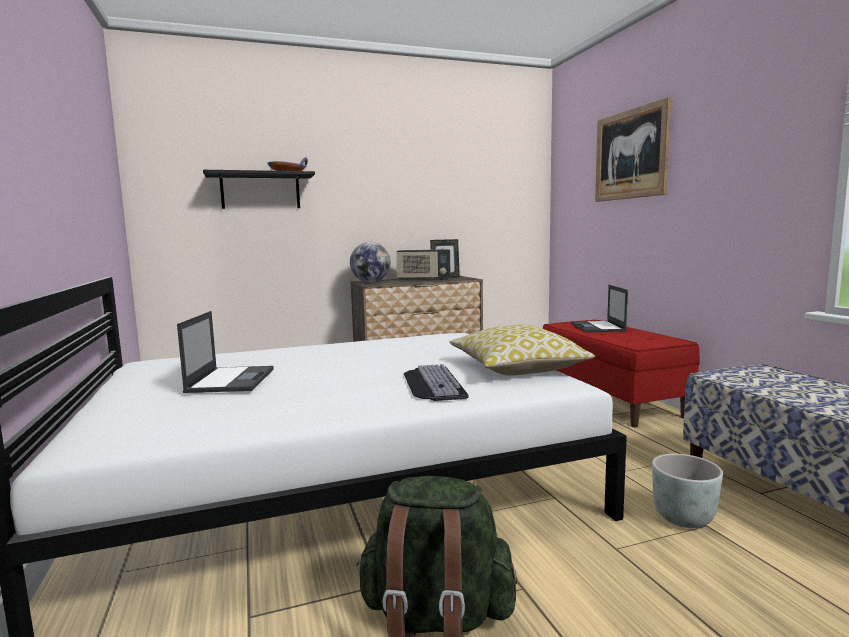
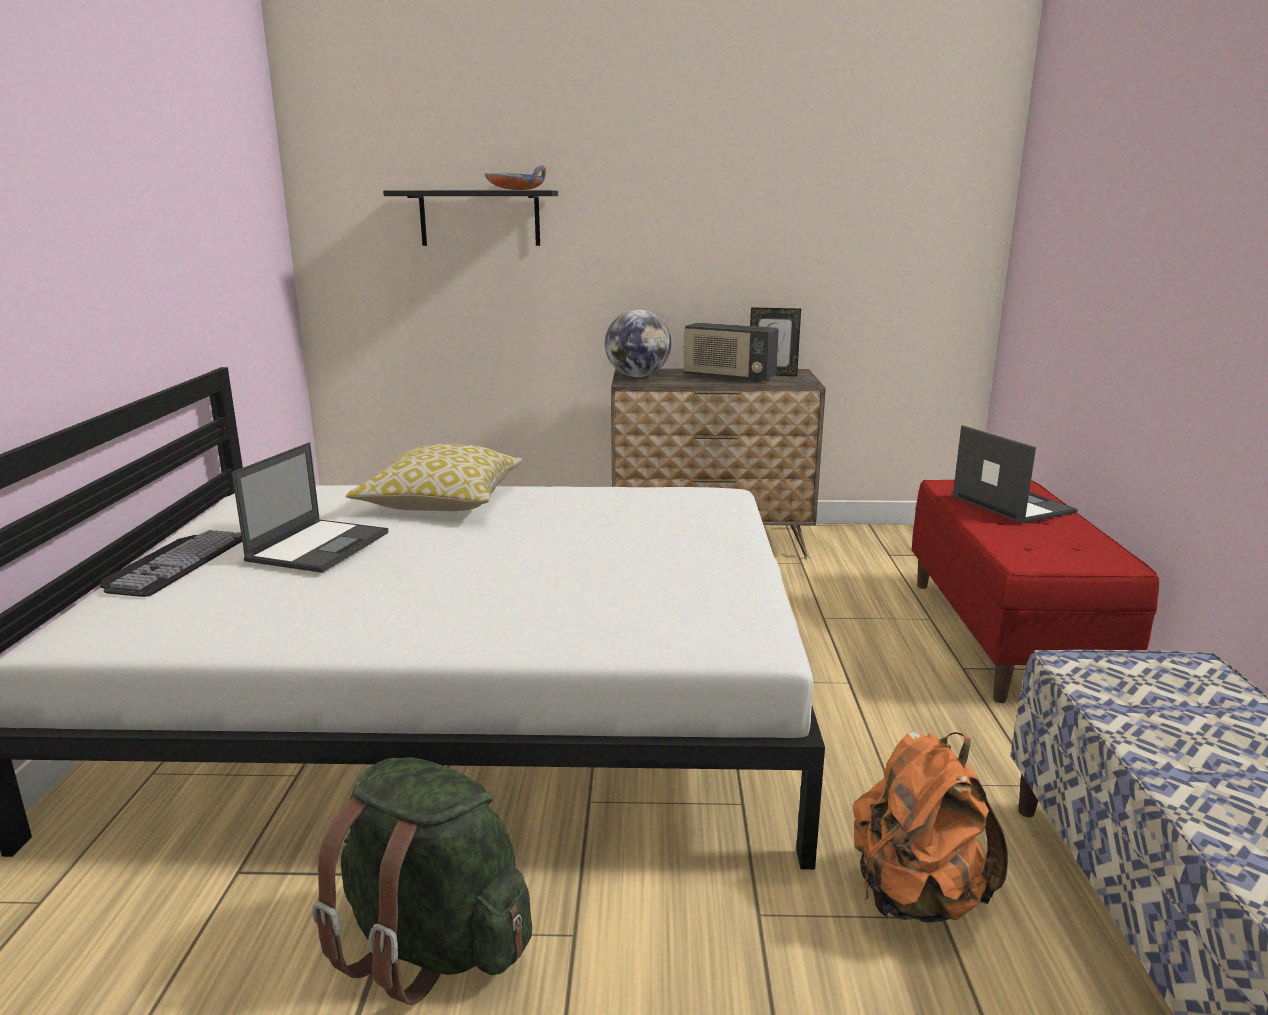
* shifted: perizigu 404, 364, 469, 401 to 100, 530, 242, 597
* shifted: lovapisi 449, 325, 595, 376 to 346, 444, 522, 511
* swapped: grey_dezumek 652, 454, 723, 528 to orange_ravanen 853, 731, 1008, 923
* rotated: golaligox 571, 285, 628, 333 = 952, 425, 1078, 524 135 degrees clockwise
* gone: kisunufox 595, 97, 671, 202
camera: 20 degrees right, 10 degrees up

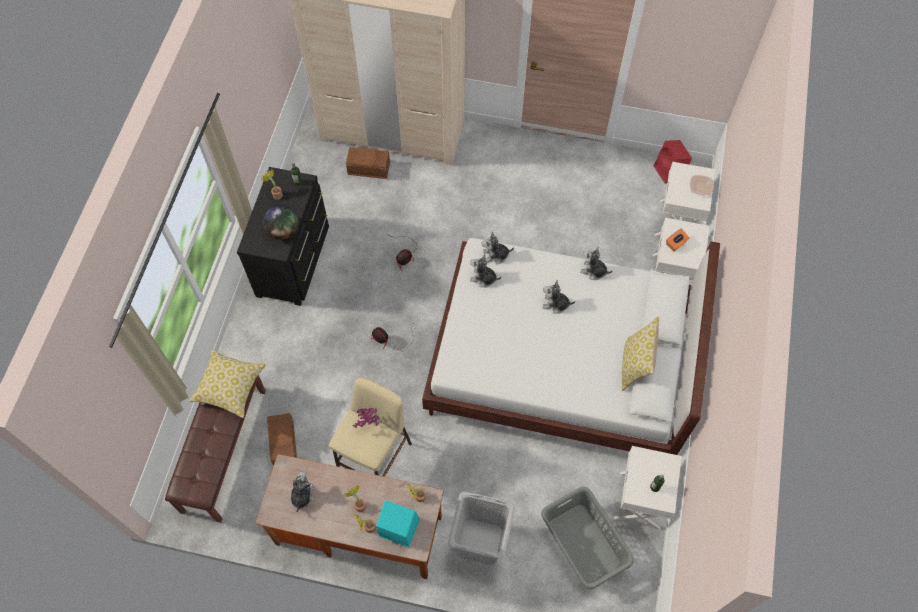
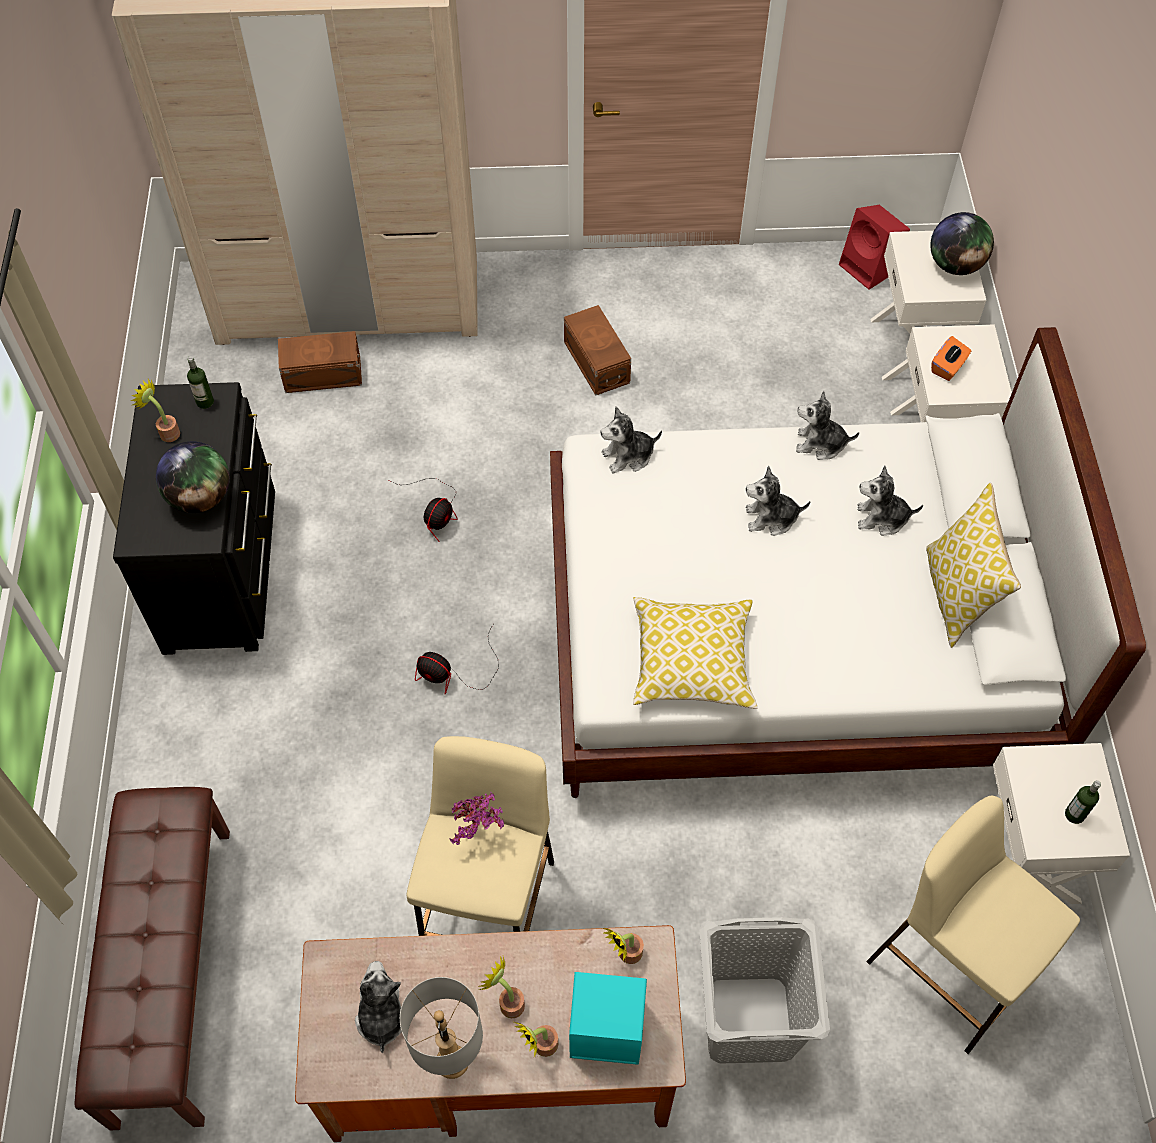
* new: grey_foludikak 400, 977, 483, 1079
* shifted: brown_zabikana 267, 413, 297, 466 to 564, 305, 631, 395
* shifted: lovapisi 189, 349, 266, 418 to 633, 597, 758, 709
* shifted: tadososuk 470, 254, 501, 288 to 858, 466, 923, 536
* swapped: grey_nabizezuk 541, 486, 634, 589 to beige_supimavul 866, 796, 1080, 1054
* swapped: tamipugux 690, 175, 714, 195 to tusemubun 930, 212, 994, 275
camera: 15 degrees left, 5 degrees down

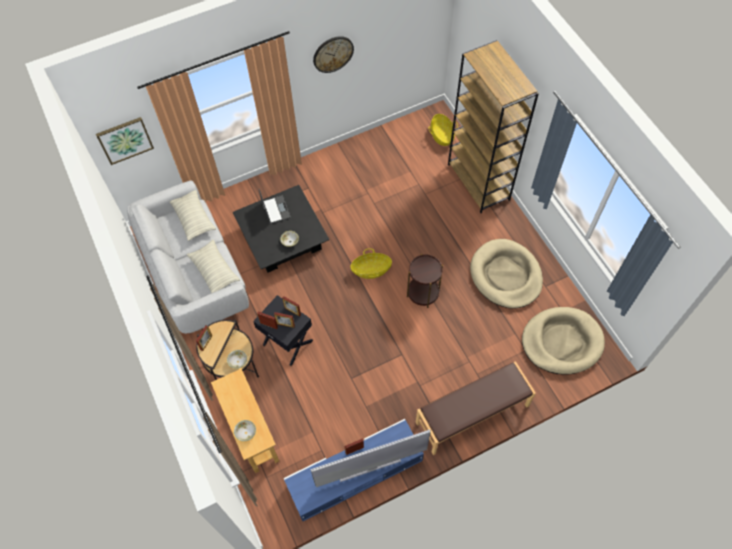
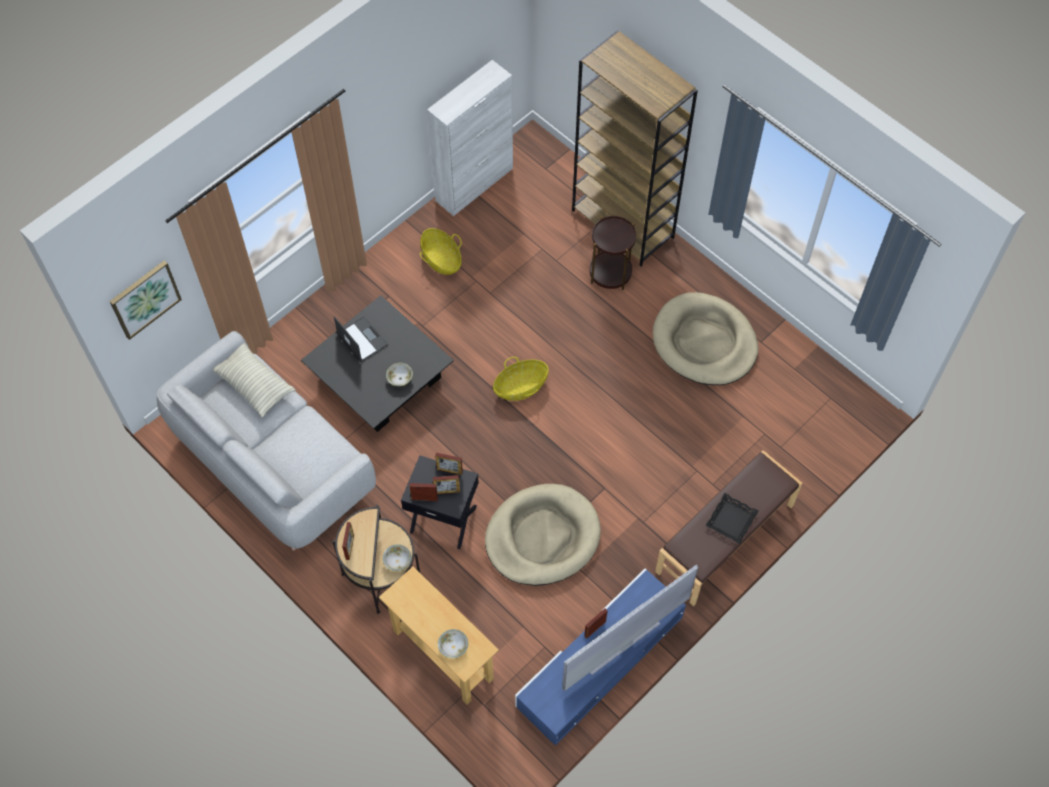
* shifted: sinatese 428, 114, 458, 146 to 420, 228, 462, 275
* new: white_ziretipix 427, 60, 513, 216
* shifted: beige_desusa 522, 307, 605, 375 to 485, 484, 601, 586
* shifted: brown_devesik 407, 254, 443, 308 to 590, 216, 636, 290
* new: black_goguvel 705, 493, 759, 544
* gone: lovapisi 186, 240, 240, 293
* gone: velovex 313, 36, 354, 73
camera: 20 degrees left, 0 degrees up

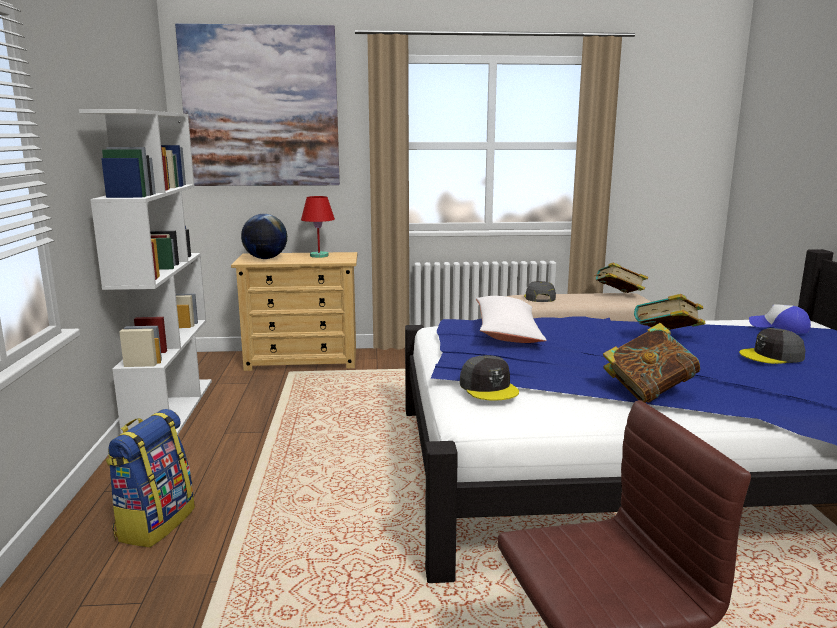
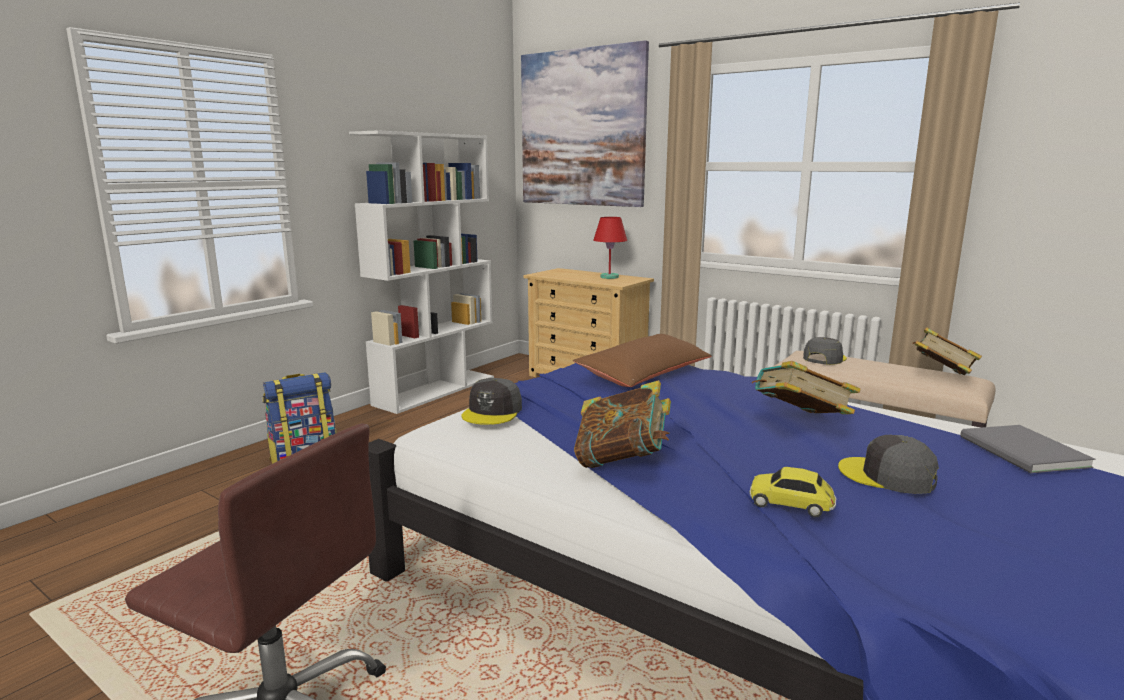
* repainted: white_lovapisi 476, 296, 547, 343 to brown_lovapisi 573, 334, 712, 387
* new: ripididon 750, 467, 836, 517
* swapped: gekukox 749, 304, 811, 333 to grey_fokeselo 960, 425, 1095, 473
* gone: tusemubun 241, 214, 287, 259
camera: 40 degrees right, 0 degrees up

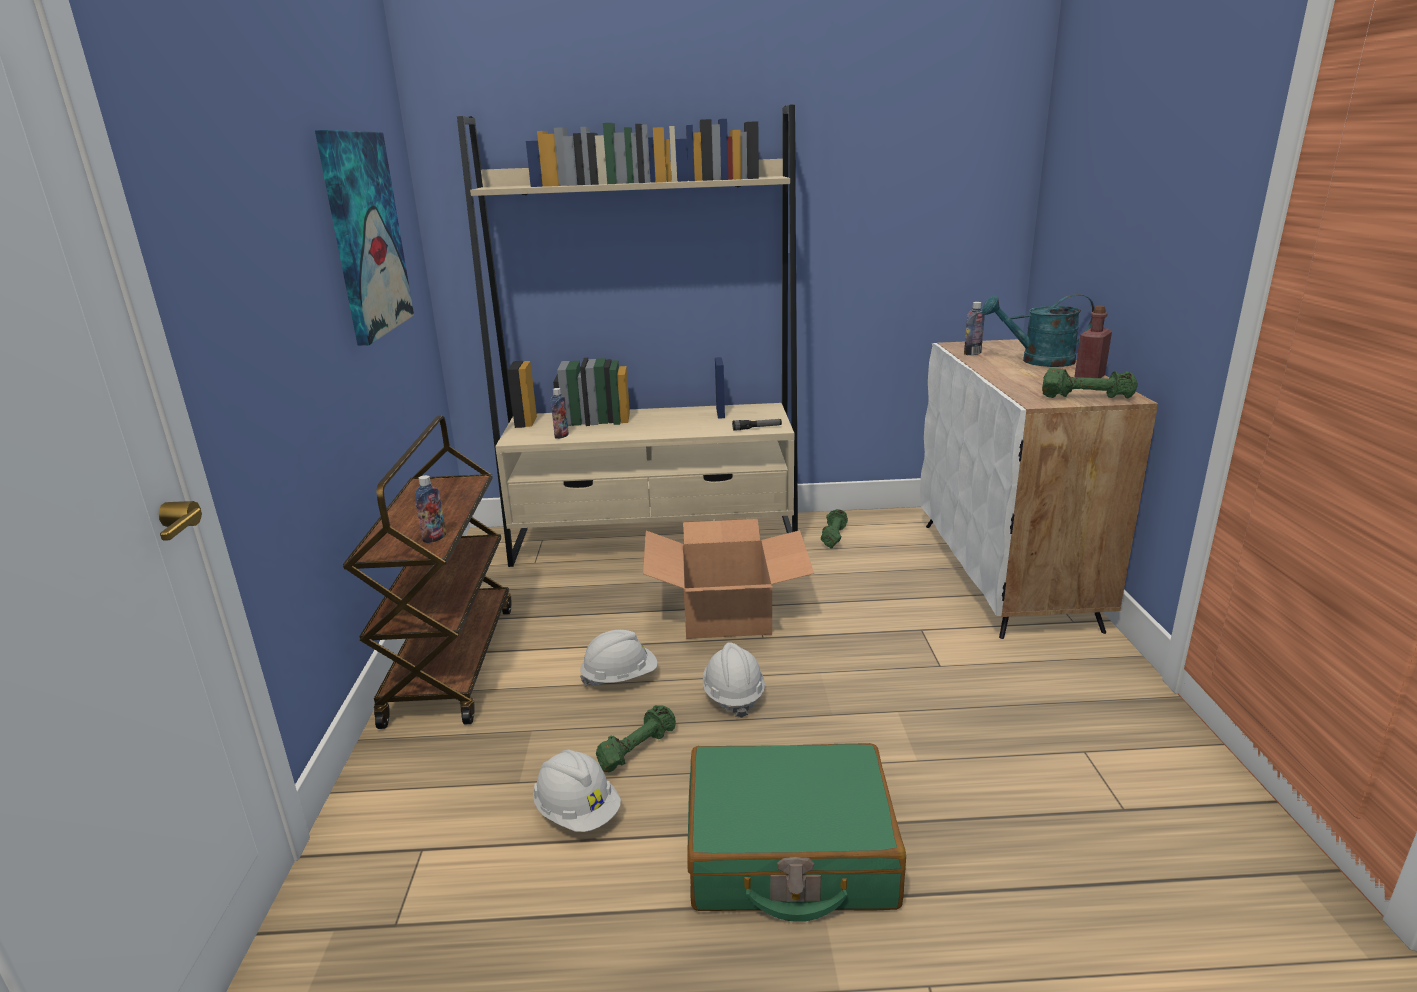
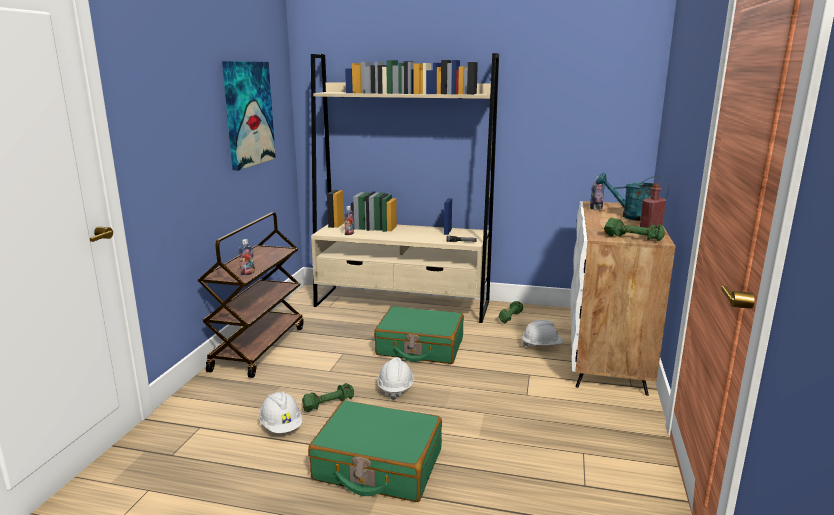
* swapped: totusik 643, 519, 814, 639 to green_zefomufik 374, 306, 464, 364
* shifted: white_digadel 580, 630, 657, 687 to 522, 320, 563, 347
camera: 15 degrees right, 5 degrees down

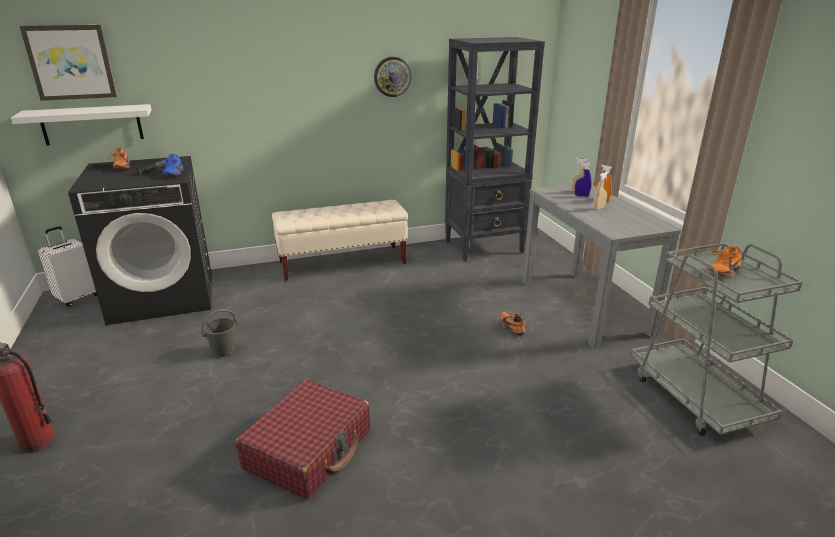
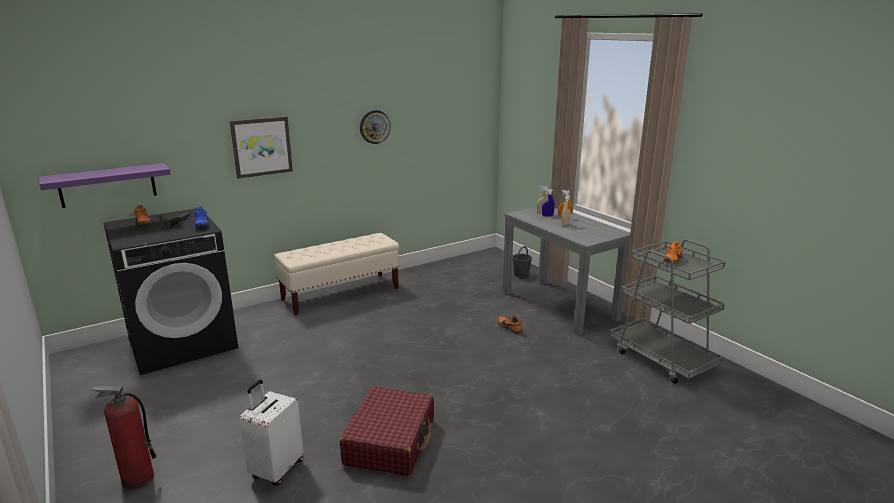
* repainted: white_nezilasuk 11, 104, 152, 145 to purple_nezilasuk 39, 163, 171, 208
* shifted: kisunufox 20, 25, 117, 101 to 230, 116, 293, 178
* shifted: white_zefomufik 38, 226, 97, 307 to 239, 380, 304, 486
* shifted: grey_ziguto 201, 309, 237, 357 to 512, 246, 532, 278
* gone: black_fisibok 445, 37, 545, 261
camera: 15 degrees left, 5 degrees down

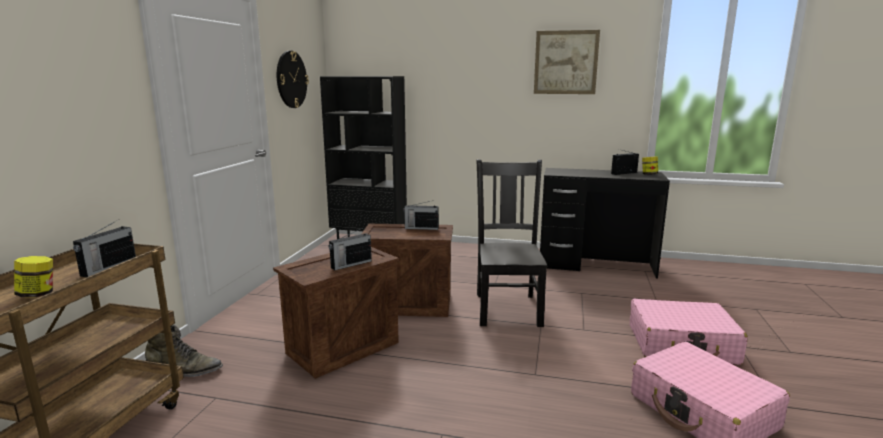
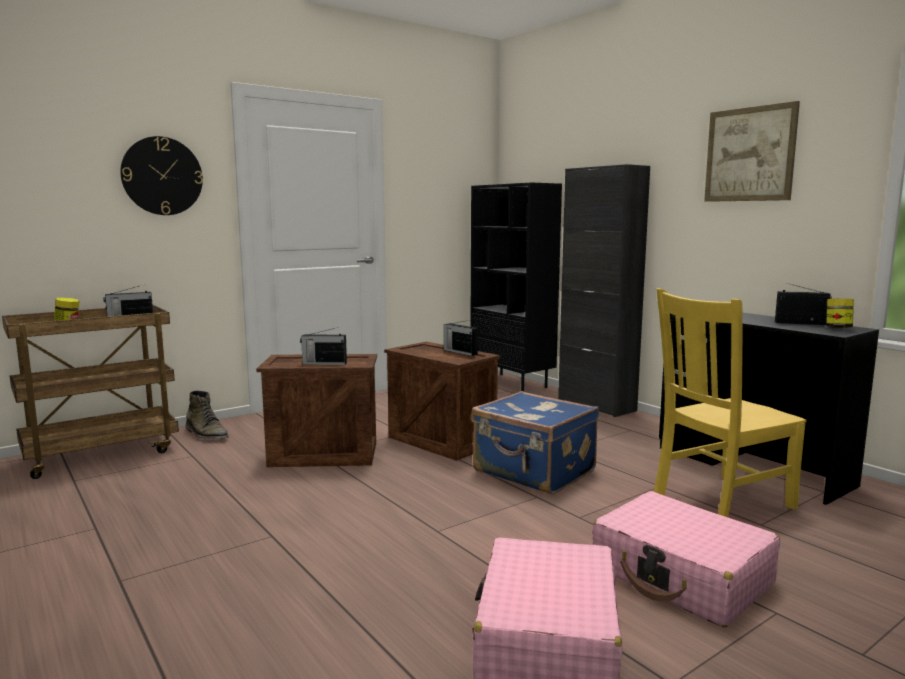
* shifted: velovex 277, 51, 309, 108 to 120, 136, 203, 215
* swapped: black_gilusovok 477, 159, 547, 327 to blue_zefomufik 471, 391, 599, 495
* new: black_ziretipix 558, 164, 650, 417
* new: yellow_gilusovok 654, 288, 807, 517
camera: 40 degrees right, 5 degrees down

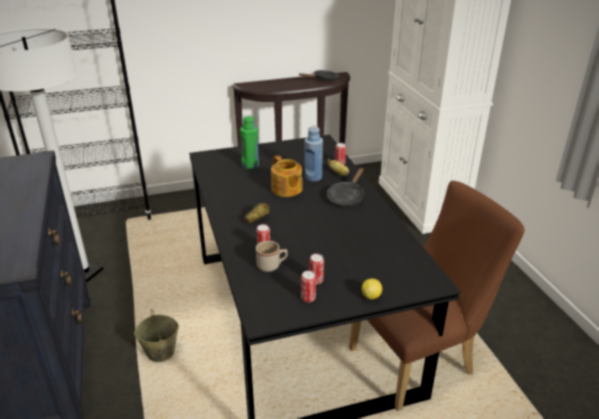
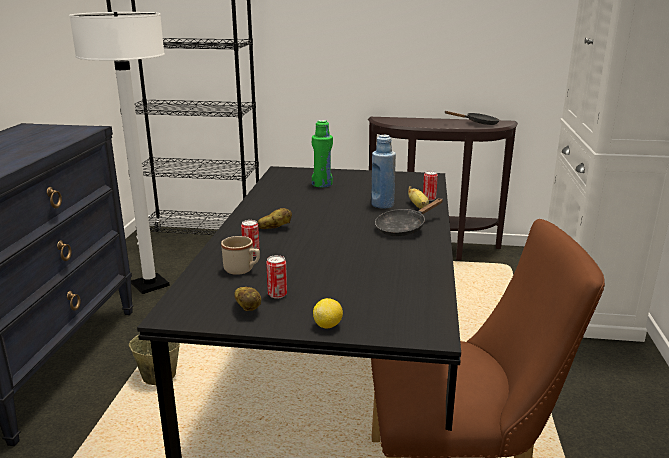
* swapped: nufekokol 301, 271, 316, 302 to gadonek 234, 287, 261, 311
* gone: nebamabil 271, 155, 303, 197
camera: 25 degrees right, 10 degrees down

